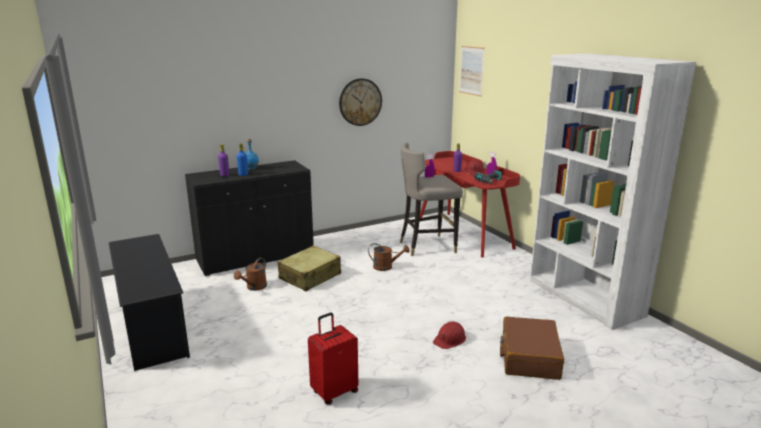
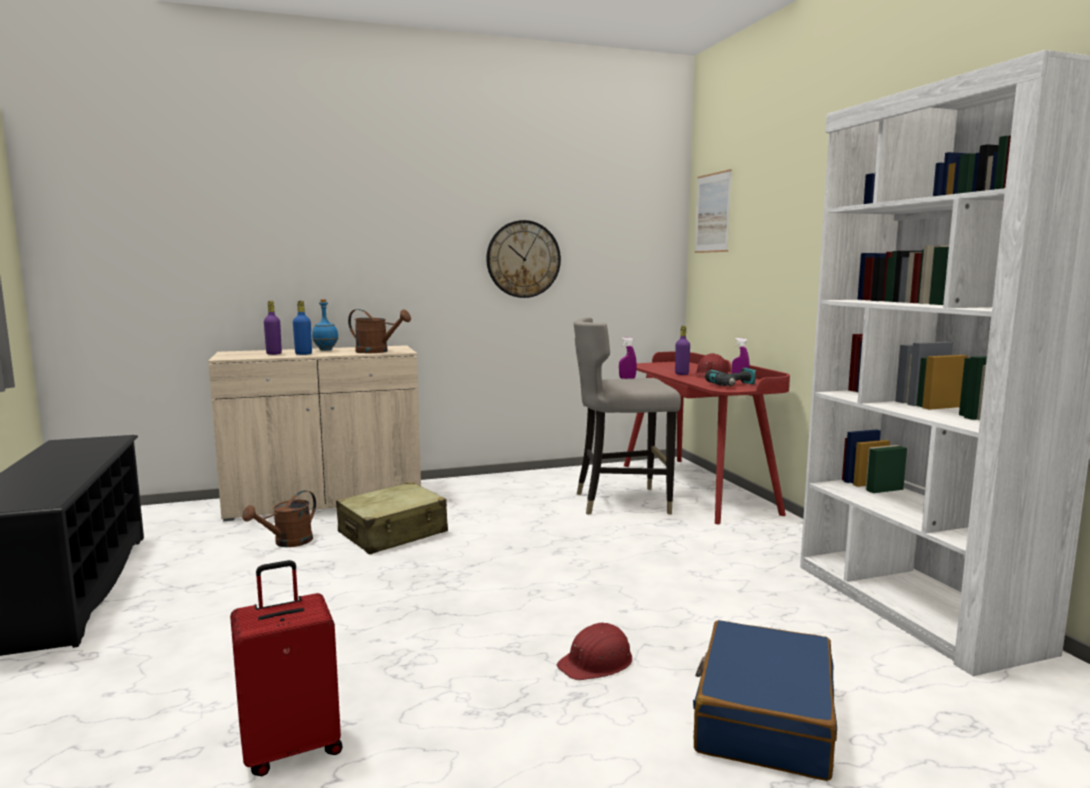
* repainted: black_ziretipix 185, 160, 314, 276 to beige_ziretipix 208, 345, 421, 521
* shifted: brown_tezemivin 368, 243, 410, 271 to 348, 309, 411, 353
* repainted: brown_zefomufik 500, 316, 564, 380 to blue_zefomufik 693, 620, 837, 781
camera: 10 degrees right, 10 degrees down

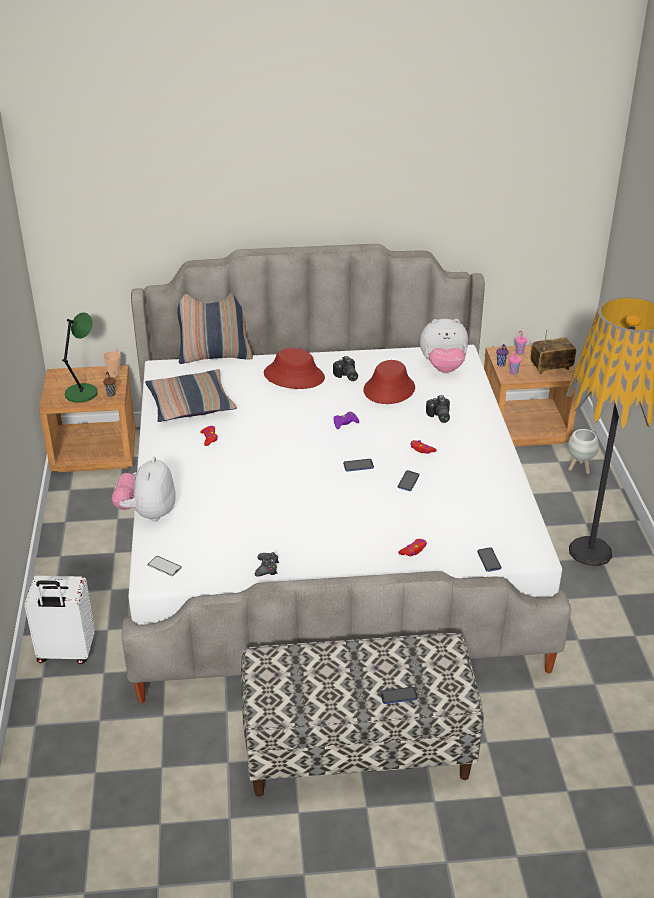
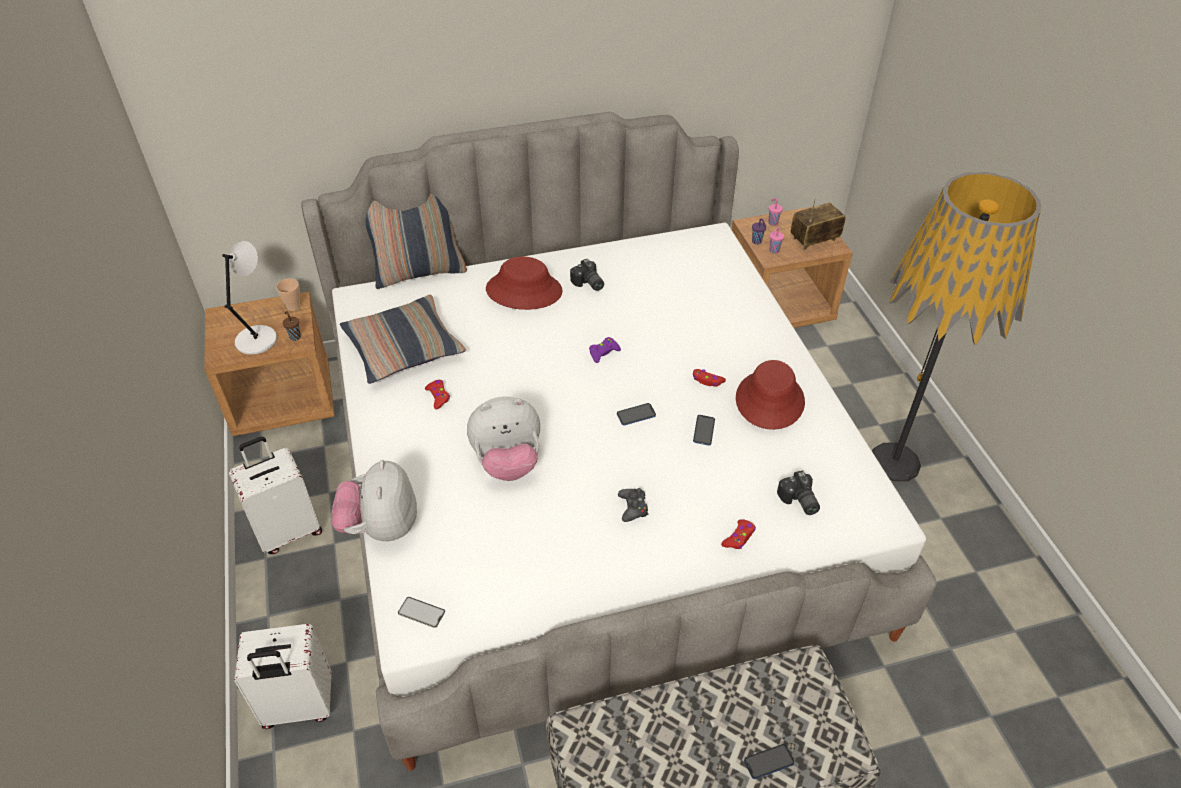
* repainted: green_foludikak 62, 312, 97, 403 to white_foludikak 222, 241, 277, 355
* new: white_zefomufik 229, 437, 322, 554
* shifted: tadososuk 420, 319, 468, 373 to 467, 396, 540, 481
* shifted: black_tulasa 255, 552, 279, 576 to 618, 488, 648, 522
* shifted: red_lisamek 363, 360, 415, 404 to 736, 360, 805, 430
* shifted: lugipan 426, 395, 450, 423 to 777, 471, 820, 515
* gone: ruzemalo 477, 547, 501, 572
* gone: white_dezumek 568, 429, 599, 474
camera: 10 degrees left, 10 degrees up

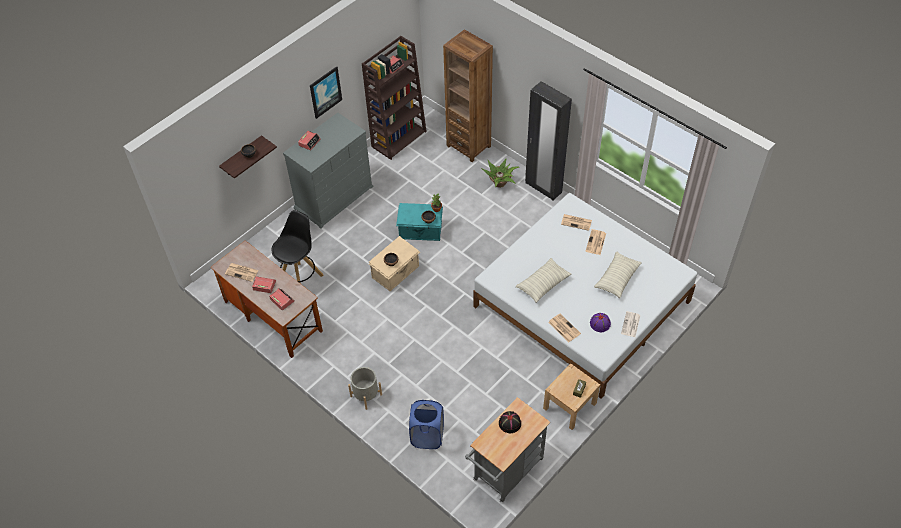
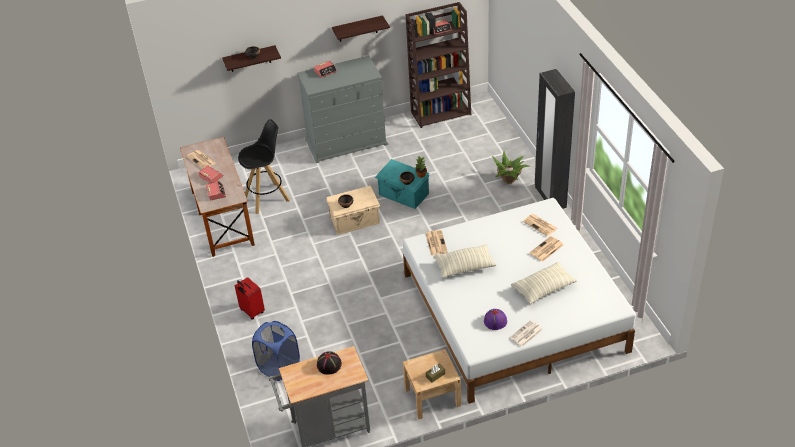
* swapped: grey_dezumek 348, 367, 382, 410 to red_zefomufik 235, 277, 265, 320
* swapped: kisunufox 310, 66, 342, 119 to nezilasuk 332, 15, 390, 41
* shifted: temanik 548, 314, 581, 342 to 426, 230, 448, 255
* gone: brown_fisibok 443, 29, 493, 162
camera: 30 degrees right, 10 degrees down

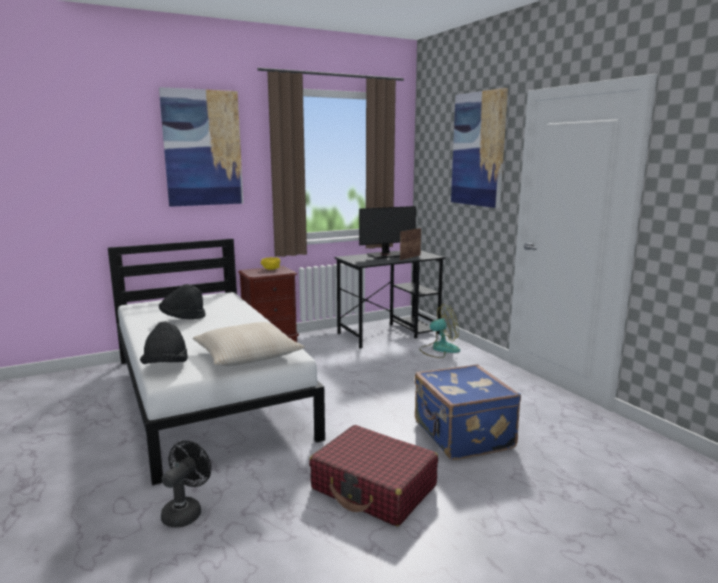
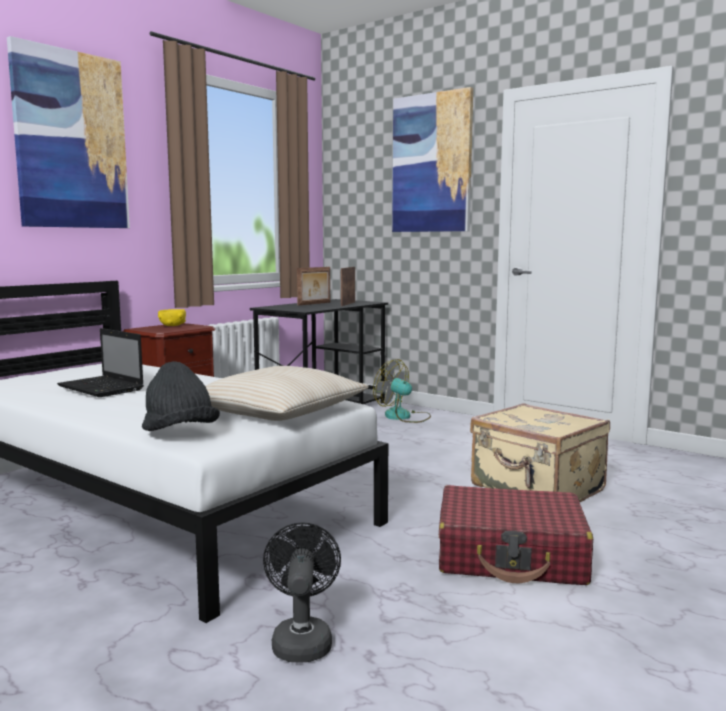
* swapped: black_lisamek 159, 284, 206, 319 to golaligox 57, 328, 144, 397
* swapped: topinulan 359, 206, 416, 259 to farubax 297, 267, 330, 306
* rotated: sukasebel 419, 304, 460, 358 = 373, 359, 431, 423 105 degrees counterclockwise
* repainted: blue_zefomufik 415, 364, 521, 460 to beige_zefomufik 470, 403, 610, 502
camera: 25 degrees left, 5 degrees down

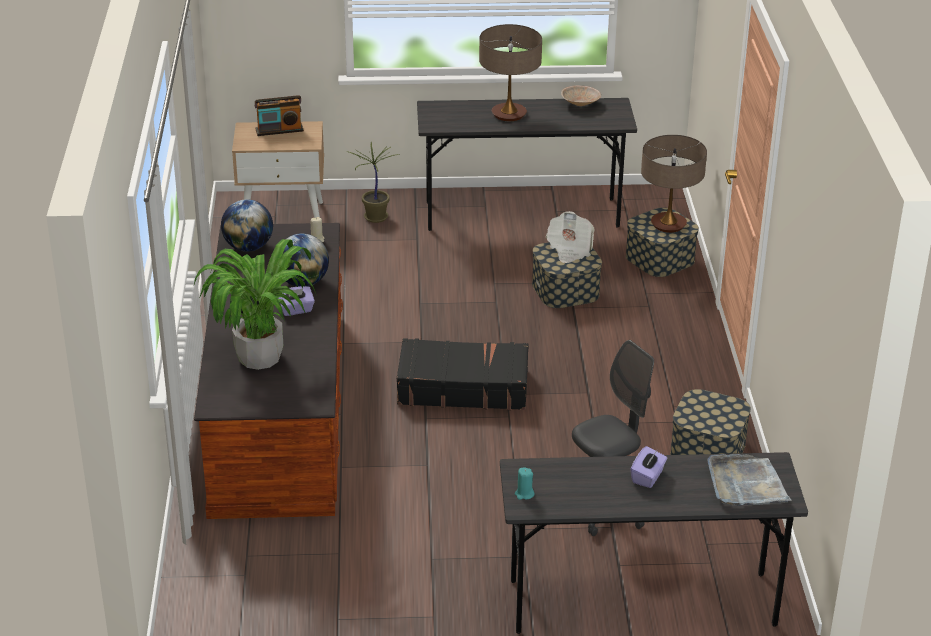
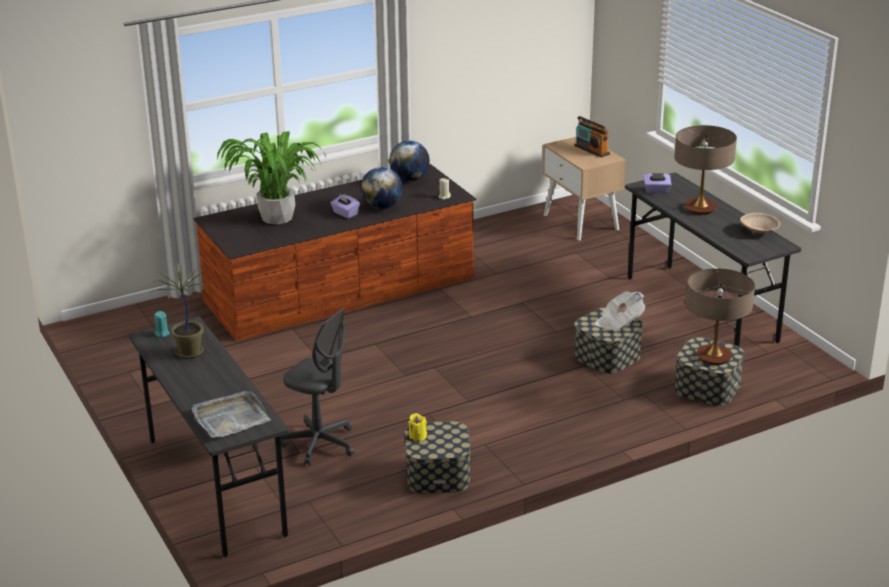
* shifted: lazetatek 347, 142, 400, 223 to 149, 266, 208, 359
* new: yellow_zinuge 408, 413, 427, 441
* shifted: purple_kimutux 630, 446, 667, 488 to 643, 173, 672, 193
* gone: black_zefomufik 397, 338, 529, 410
camera: 65 degrees right, 5 degrees down

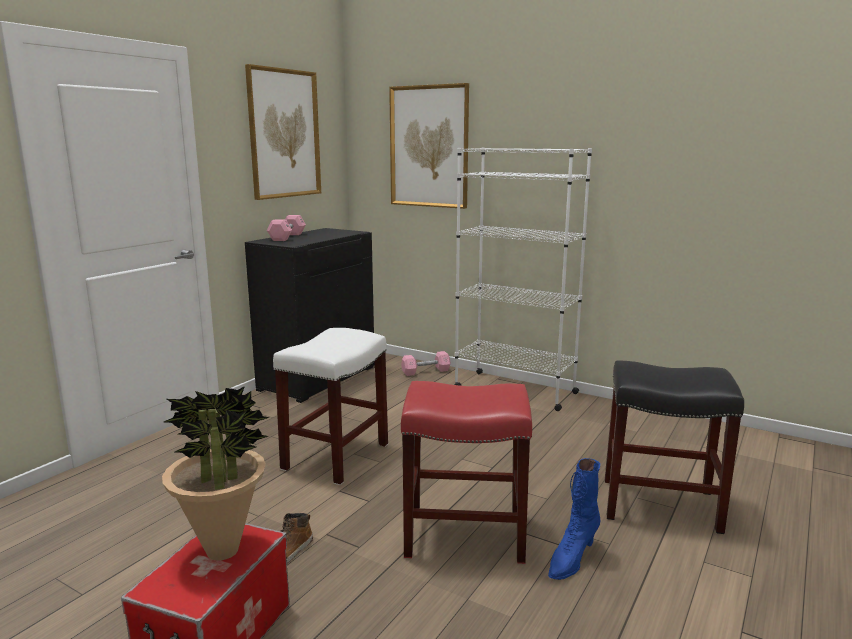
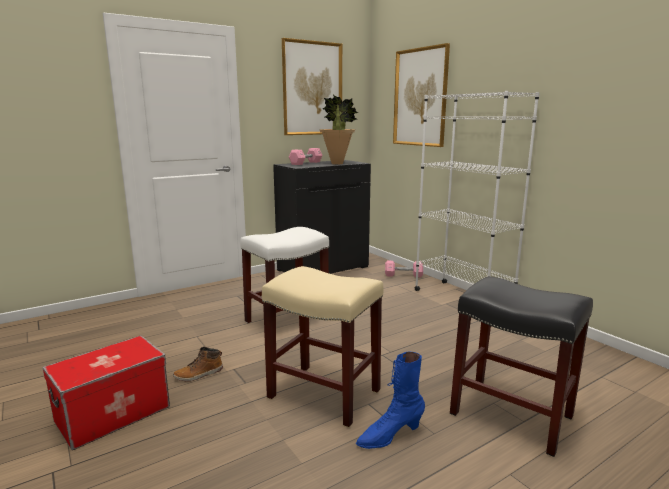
* repainted: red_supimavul 401, 381, 532, 564 to beige_supimavul 262, 266, 383, 428
* shifted: lazetatek 162, 386, 270, 561 to 320, 95, 359, 164
camera: 25 degrees right, 0 degrees up

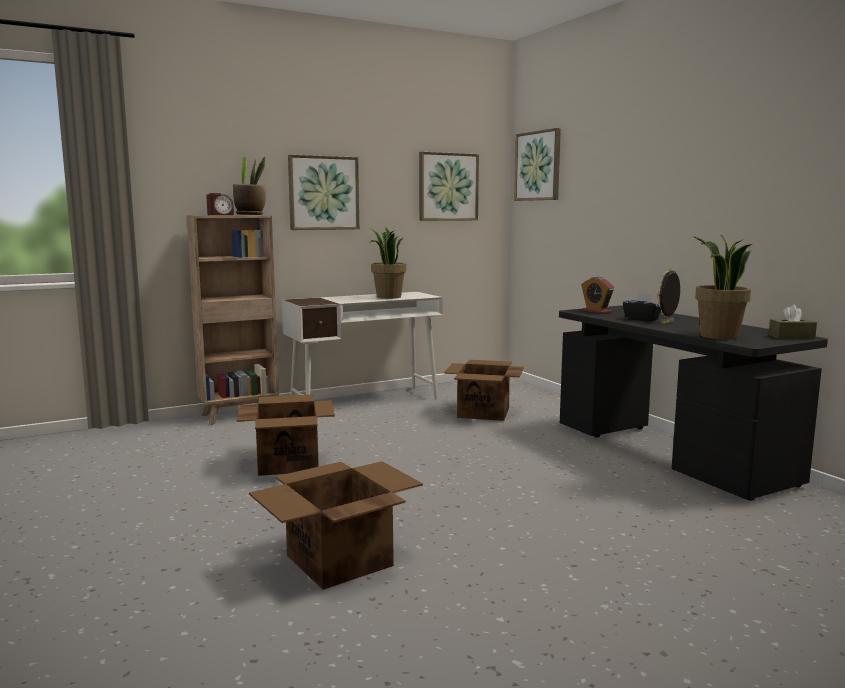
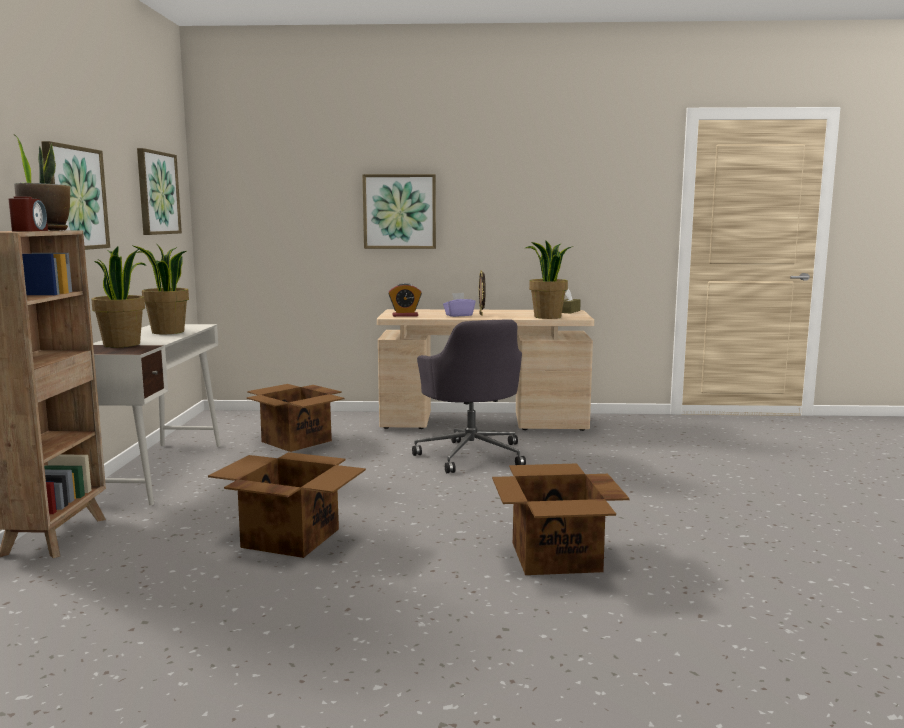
* new: lazetatek 91, 246, 147, 347
* shifted: kisunufox 514, 128, 561, 201 to 362, 174, 436, 249
* repainted: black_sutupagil 559, 305, 828, 501 to beige_sutupagil 377, 309, 594, 431
* new: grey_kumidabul 412, 319, 526, 473
* repainted: black_kimutux 623, 293, 661, 321 to purple_kimutux 443, 293, 475, 317
camera: 60 degrees left, 0 degrees up

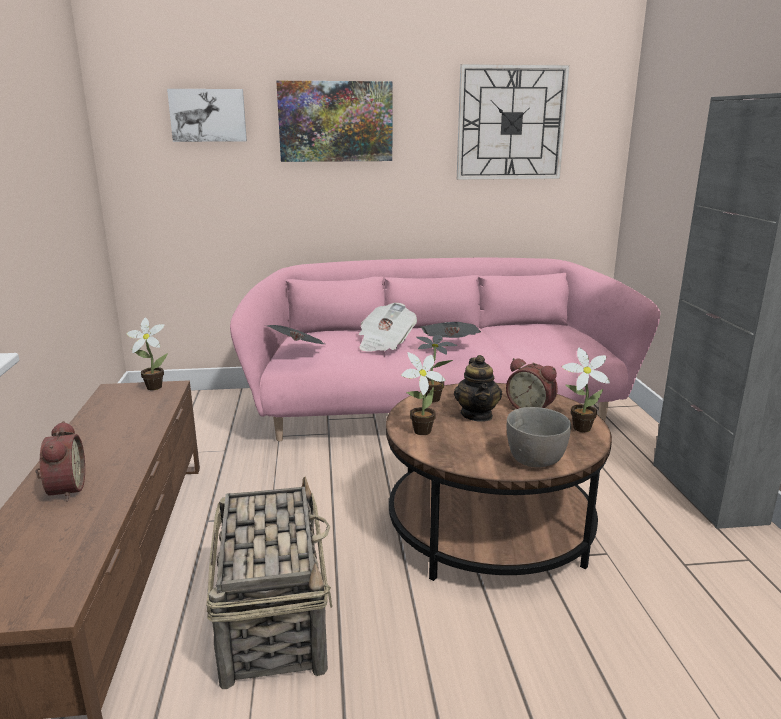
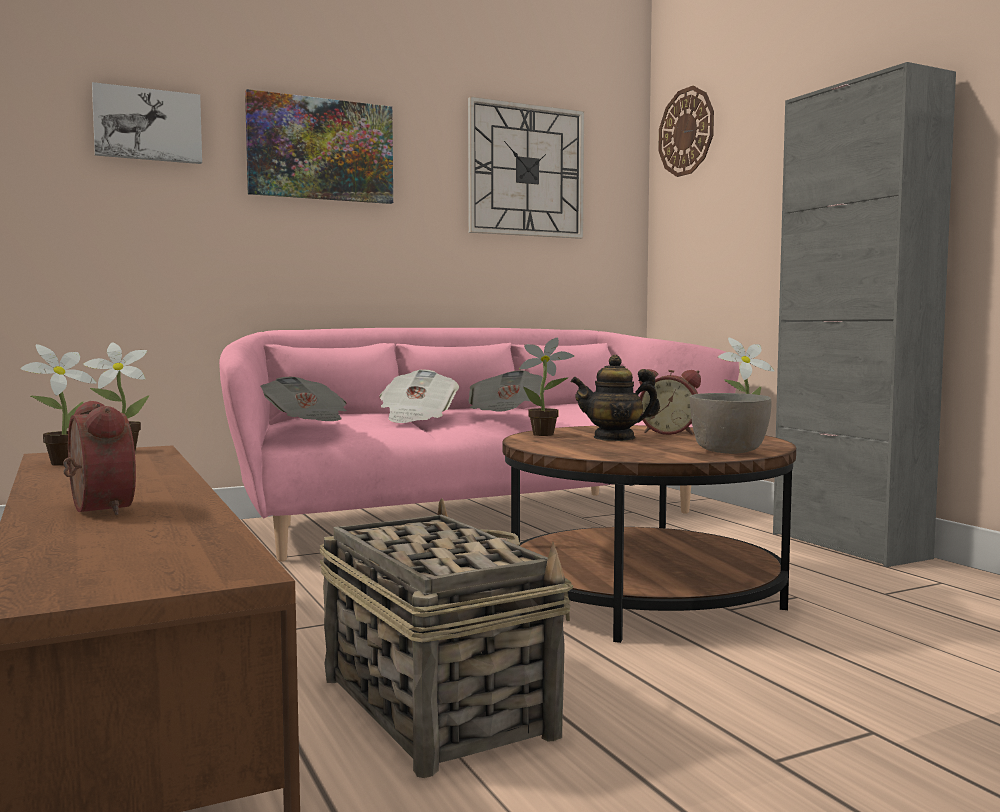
* shifted: lazetatek 401, 352, 445, 435 to 20, 344, 97, 466
* rotated: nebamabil 454, 355, 502, 422 = 571, 355, 660, 441 105 degrees clockwise
* new: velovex 658, 86, 714, 177
camera: 20 degrees left, 15 degrees down

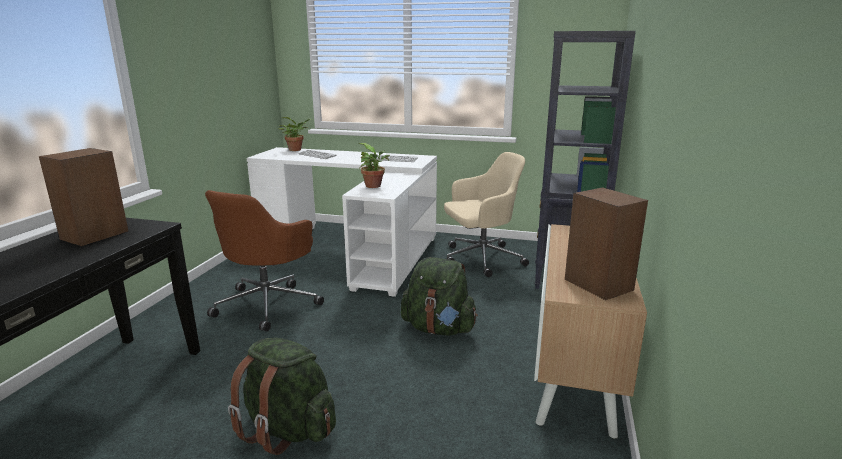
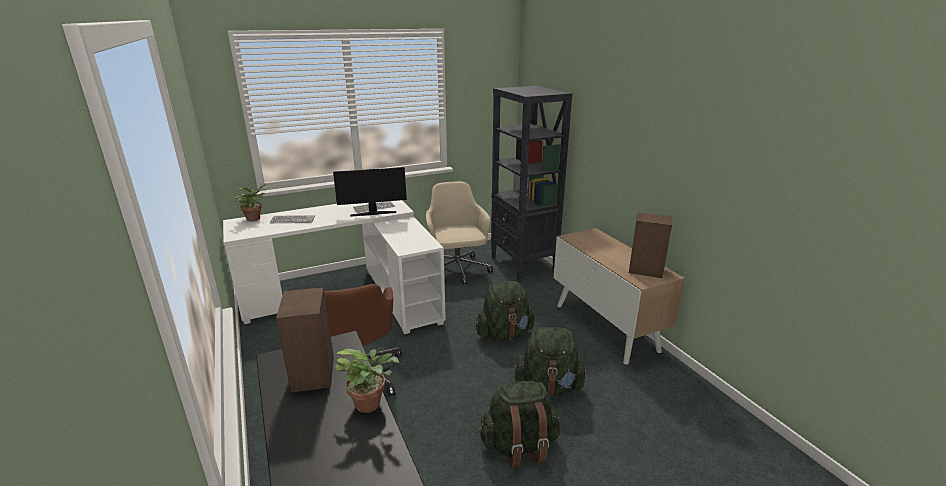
* new: topinulan 333, 167, 407, 217
* shifted: lazetatek 359, 143, 390, 188 to 335, 349, 399, 413
* rotated: beige_kumidabul 444, 152, 529, 277 = 426, 181, 493, 285 45 degrees counterclockwise
* new: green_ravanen 515, 327, 587, 396
camera: 40 degrees left, 5 degrees up

